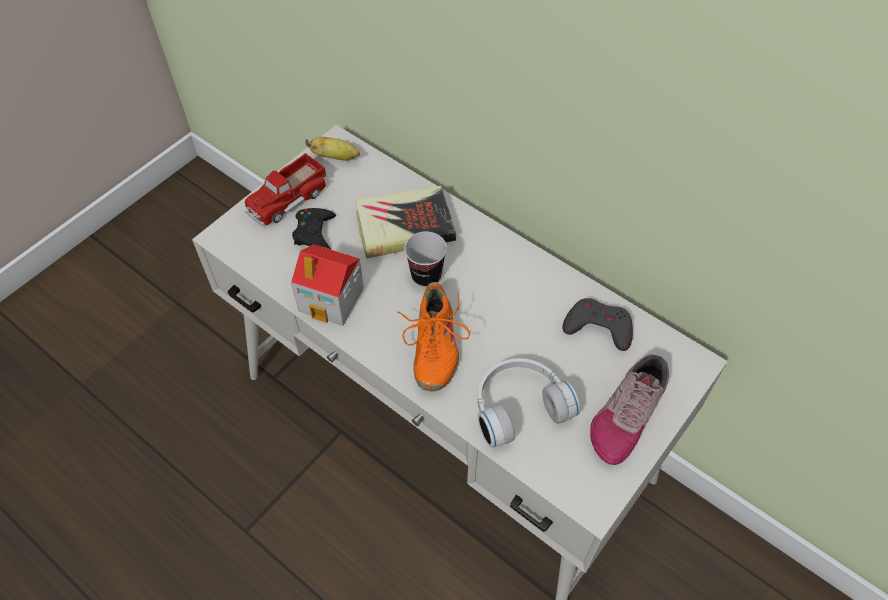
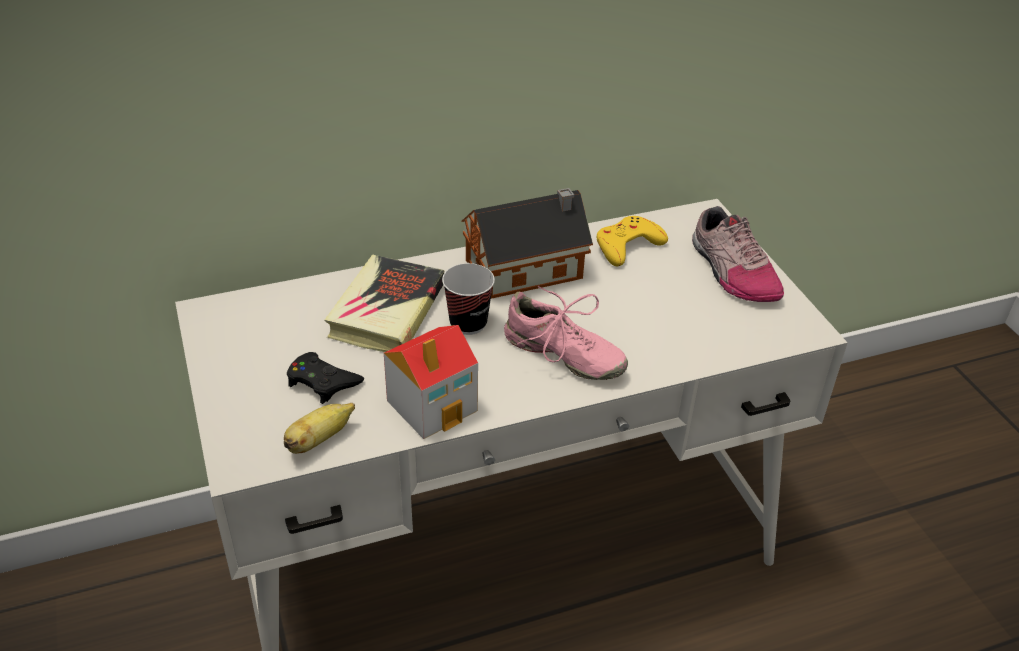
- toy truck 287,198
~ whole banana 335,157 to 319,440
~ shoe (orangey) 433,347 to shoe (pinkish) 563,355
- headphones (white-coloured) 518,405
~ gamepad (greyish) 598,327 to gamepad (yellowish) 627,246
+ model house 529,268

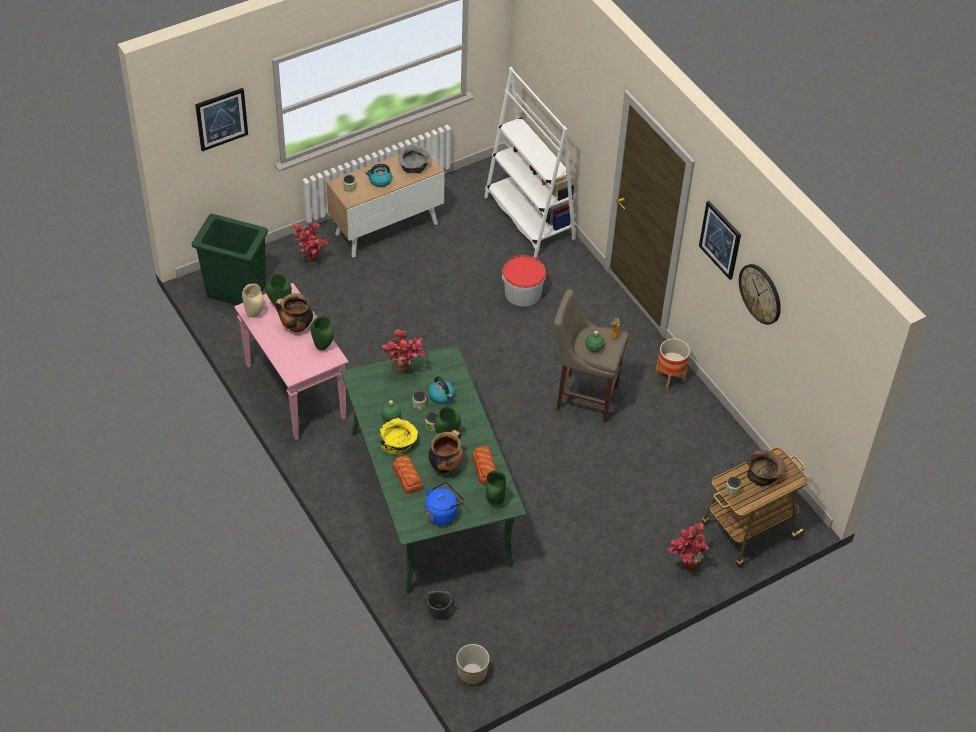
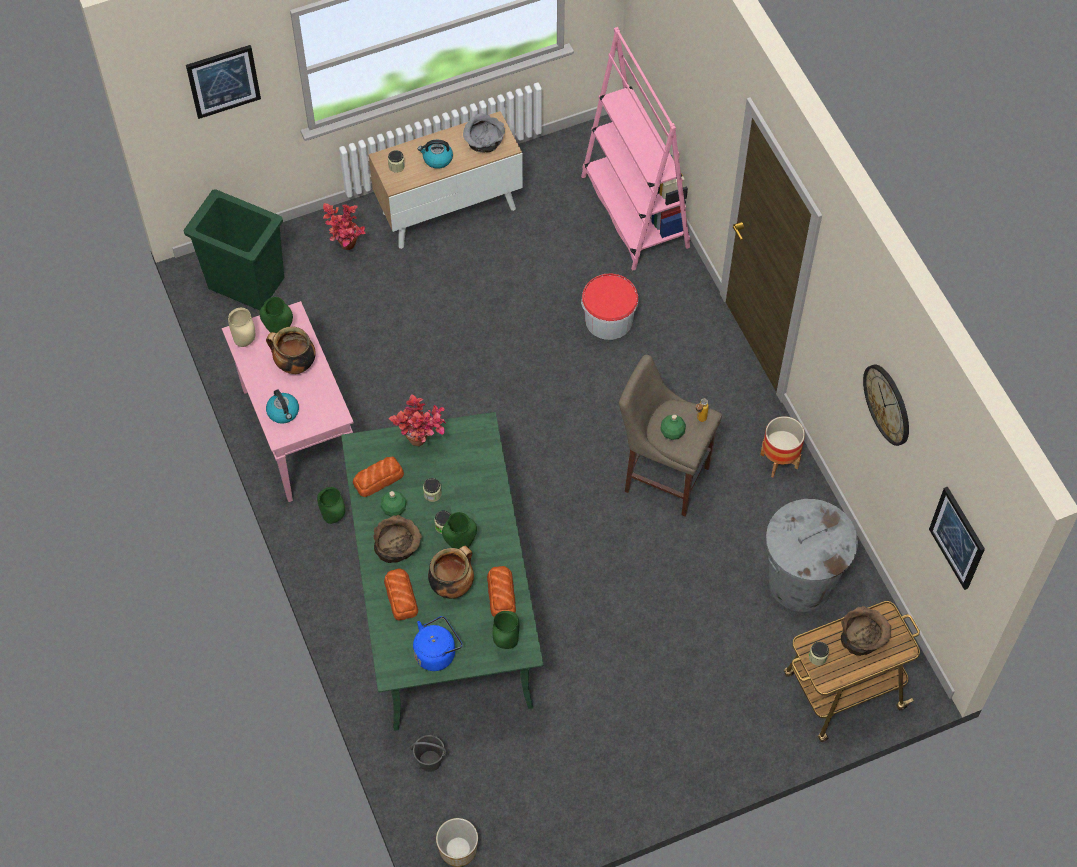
~ flower vase (green) 322,347 to 333,518
~ serving bowl (yellowish) 398,442 to serving bowl (brown-coloured) 397,545
~ kettle 441,396 to 283,412
~ bookshelf (white-coloured) 529,218 to bookshelf (pinkish) 635,212
- potted plant 684,565
~ picture 720,239 to 958,538
+ baked bread 379,479
+ trash can (greyish) 800,582

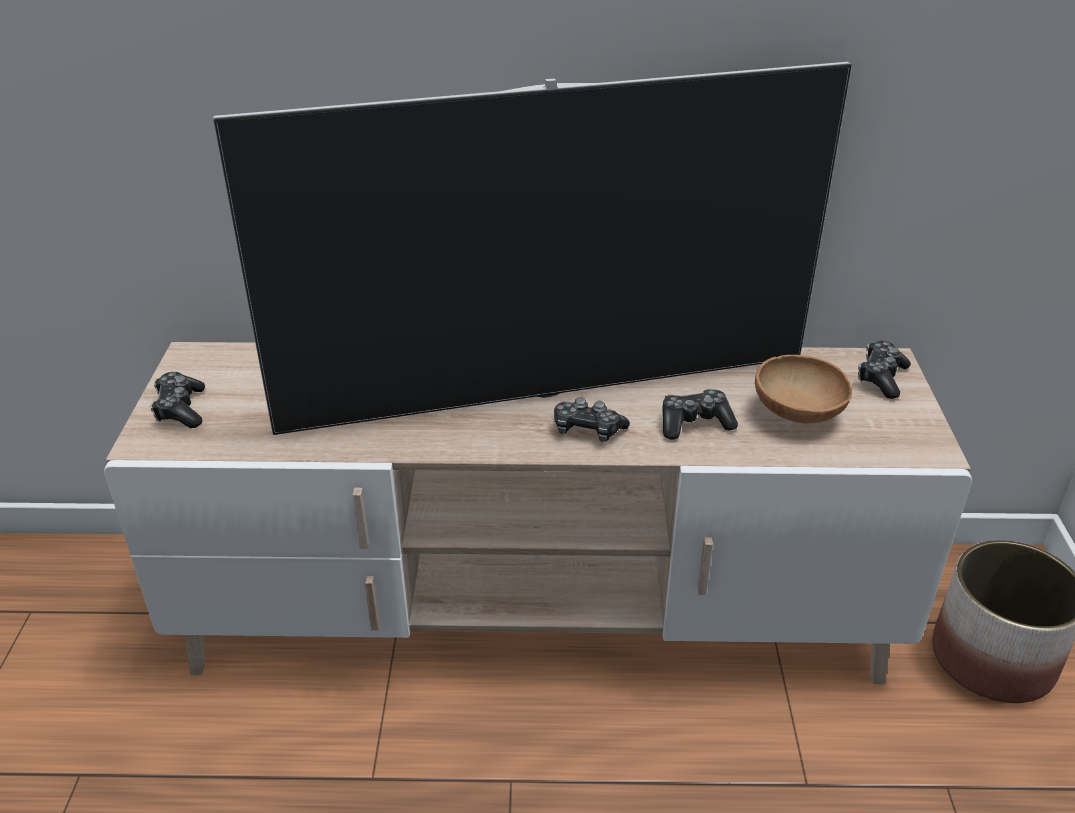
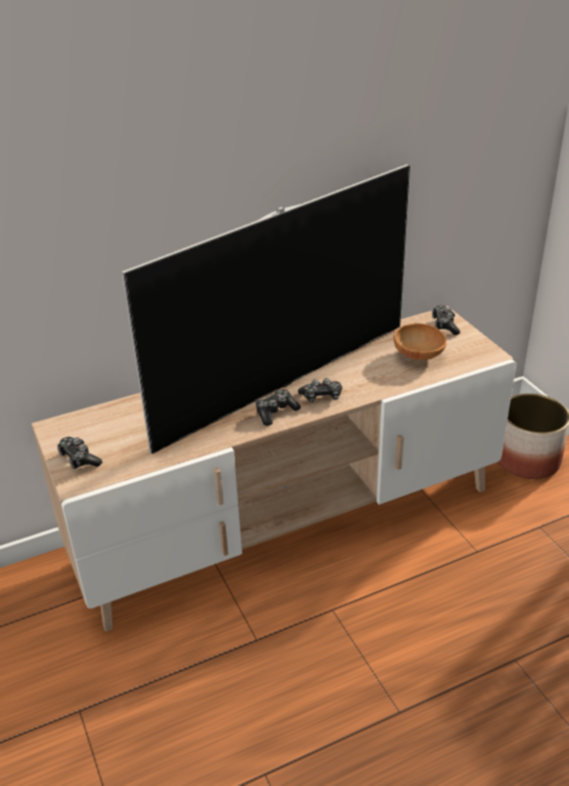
~ gamepad 694,423 to 276,412

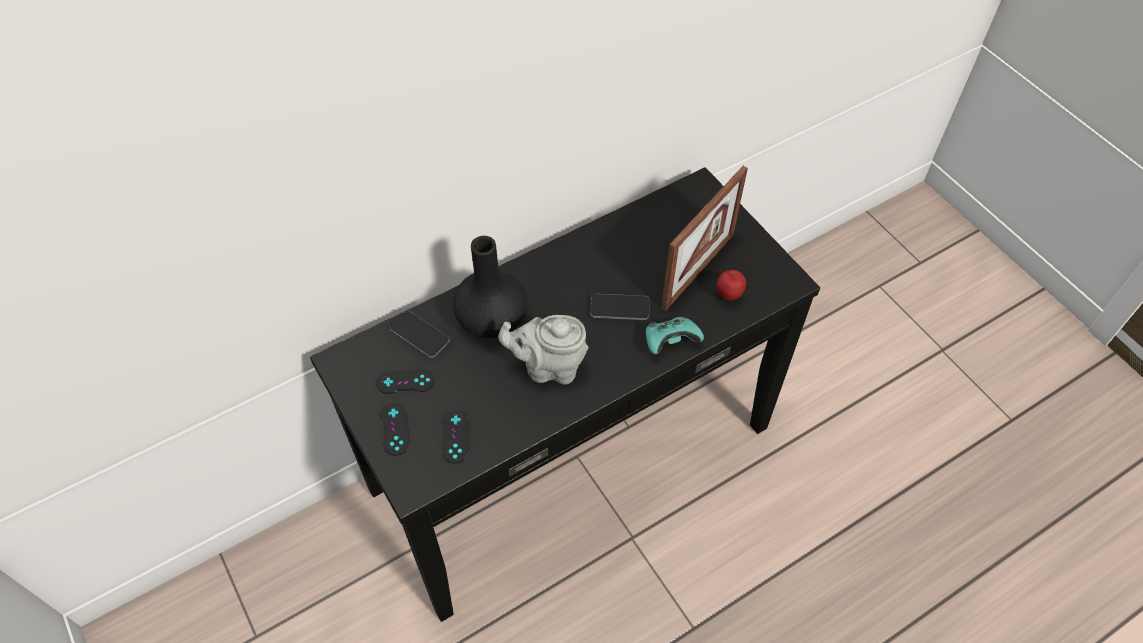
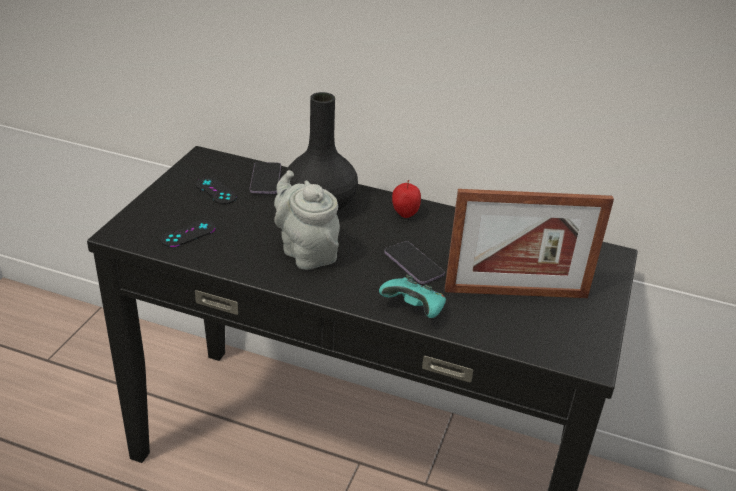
- gamepad (black-coloured) 395,429
~ apple fruit 728,296 to 405,215

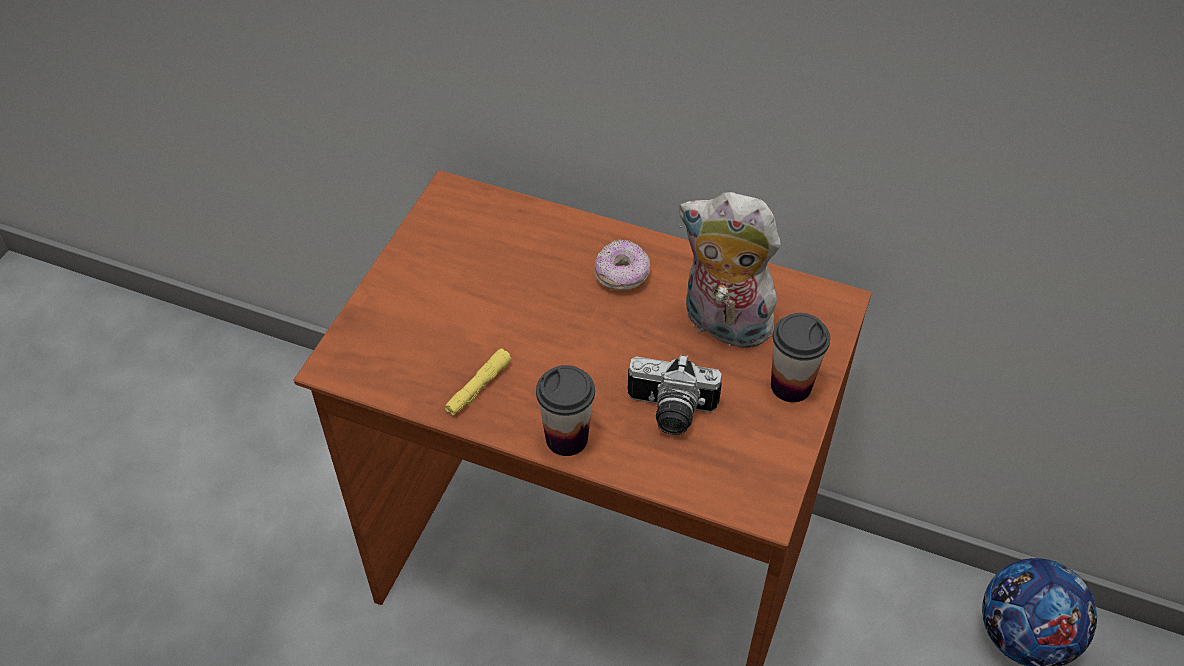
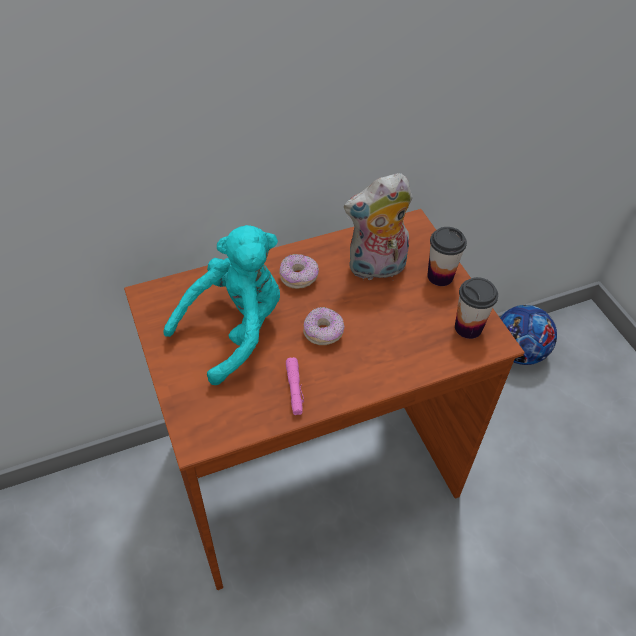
~ flashlight (yellowish) 478,387 to flashlight (pinkish) 295,389
~ drinking cup 566,438 to 468,328
- still camera 669,413
+ cuddly toy (turquoise-coloured) 235,329
+ doughnut 323,332

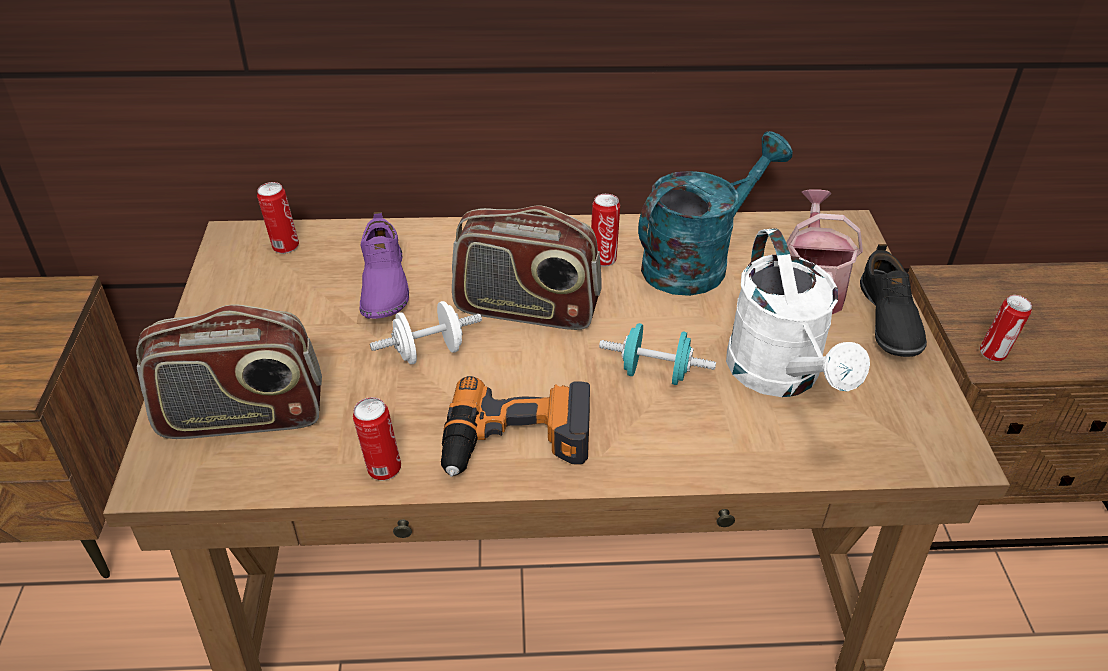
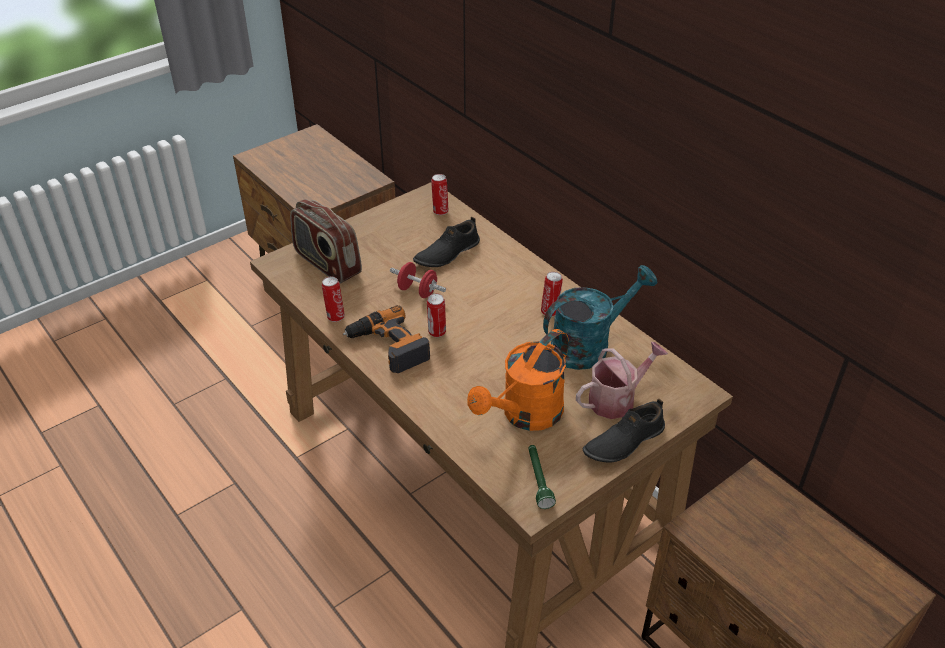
~ shoe (purple) 382,285 to shoe (black-coloured) 447,253
~ free weight (white-coloured) 429,352 to free weight (red-coloured) 417,291
- radio 526,309
- free weight (turquoise-coloured) 655,373
~ watering can (turquoise-coloured) 696,261 = 589,345 45 degrees counterclockwise
~ watering can (white-coloured) 780,377 to watering can (orangey) 525,415
~ sealed can 994,354 to 437,332
+ flashlight (green) 538,480

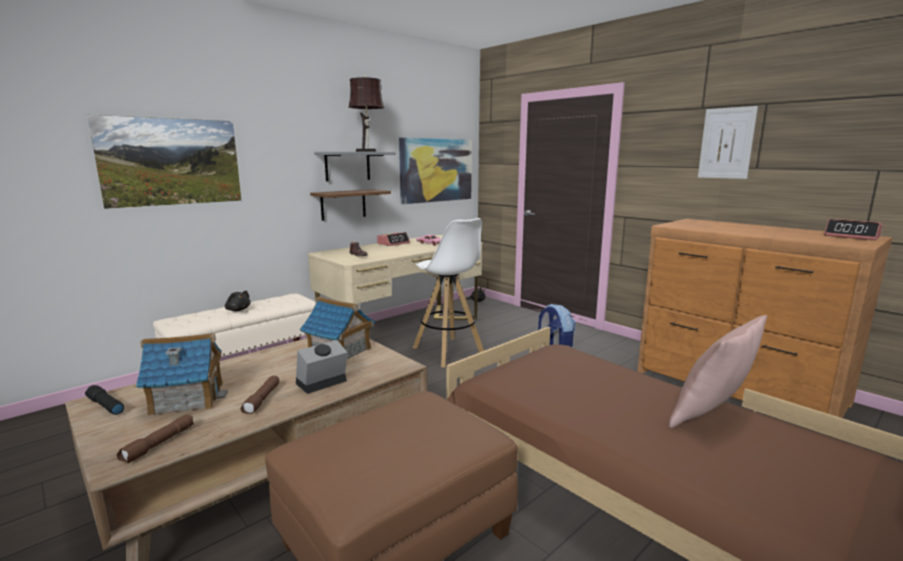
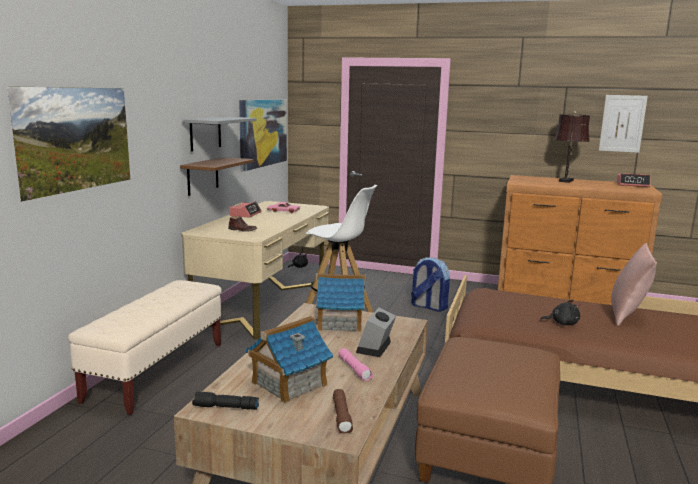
~ cuddly toy (black-coloured) 238,310 to 562,323
~ flashlight (brown-coloured) 262,400 to flashlight (pinkish) 355,369
~ tabletop lamp (brown-coloured) 368,151 to 566,181
~ picture 726,143 to 622,123

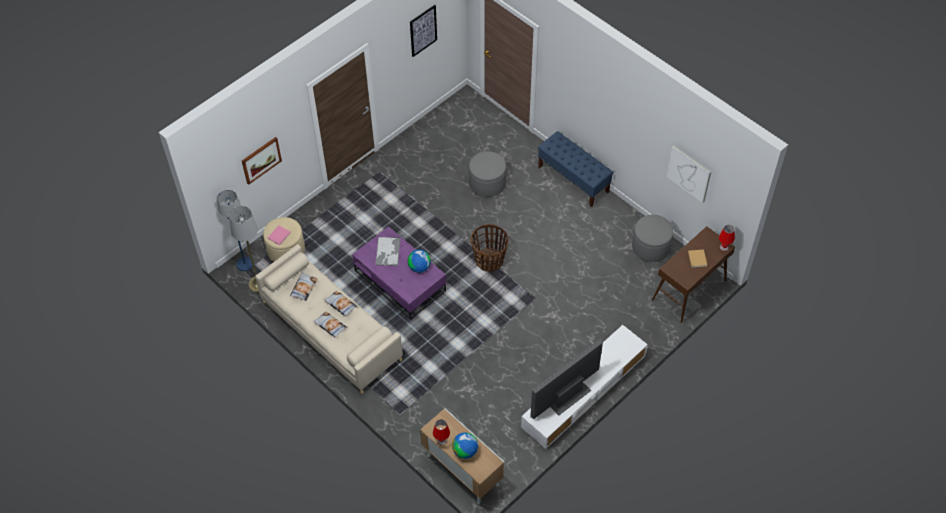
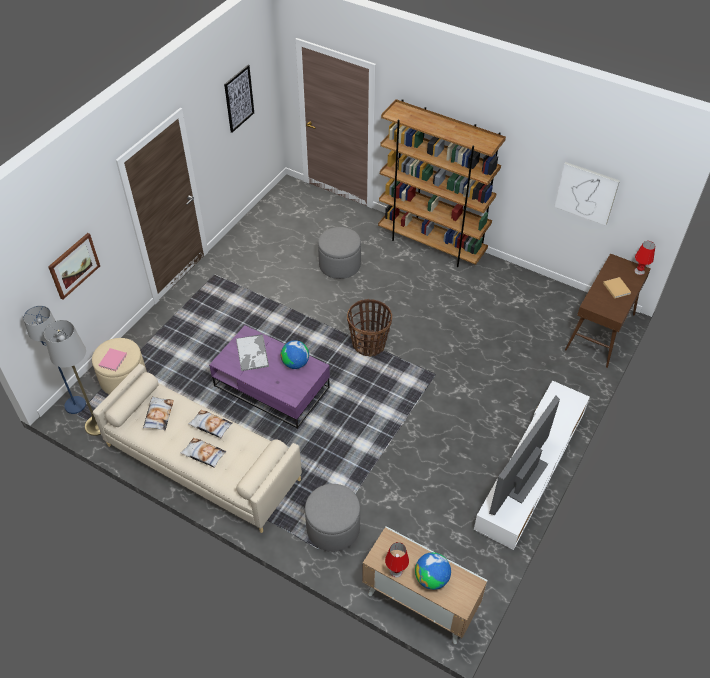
~ long seat (blue-coloured) 573,179 to bookshelf (brown-coloured) 431,244
~ footrest (greyish) 650,247 to 333,528

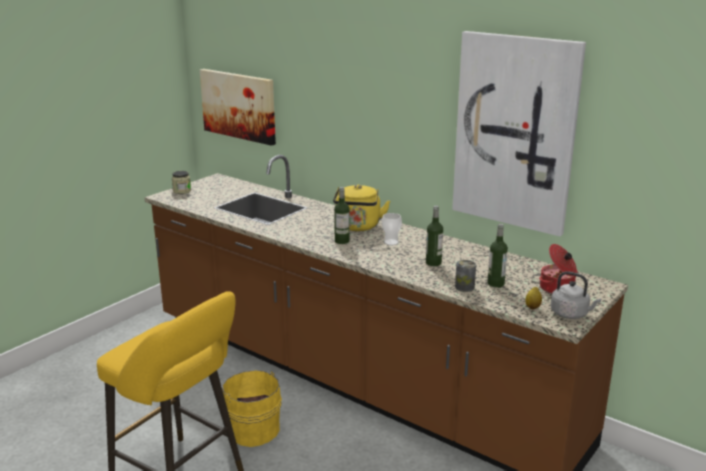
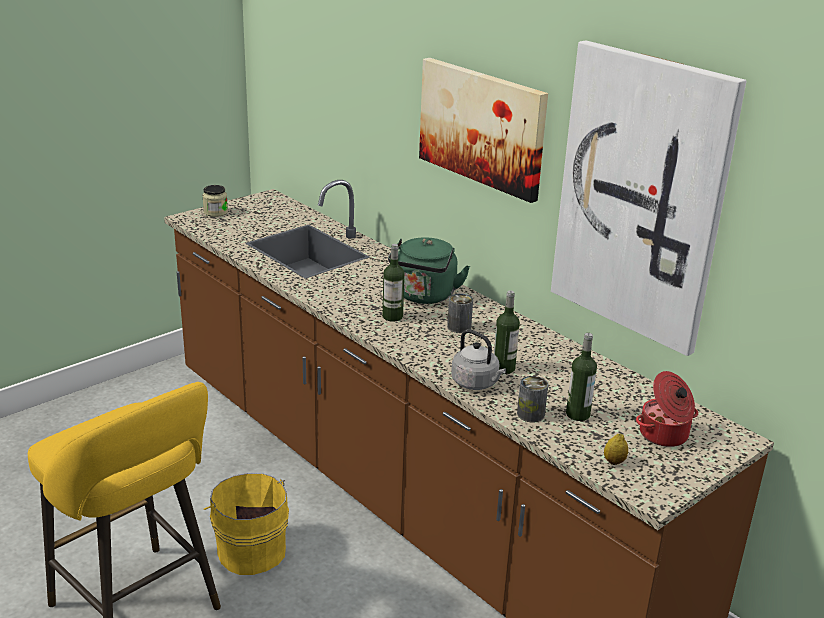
~ picture 239,105 to 482,127
~ kettle (yellowish) 358,227 to kettle (green) 424,296
~ drinking cup 391,242 to sealed can 459,327
~ kettle (greyish) 571,314 to 476,383

